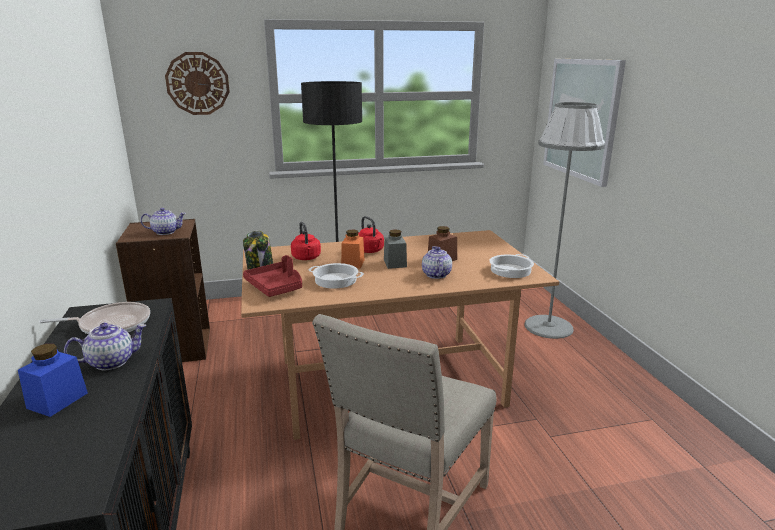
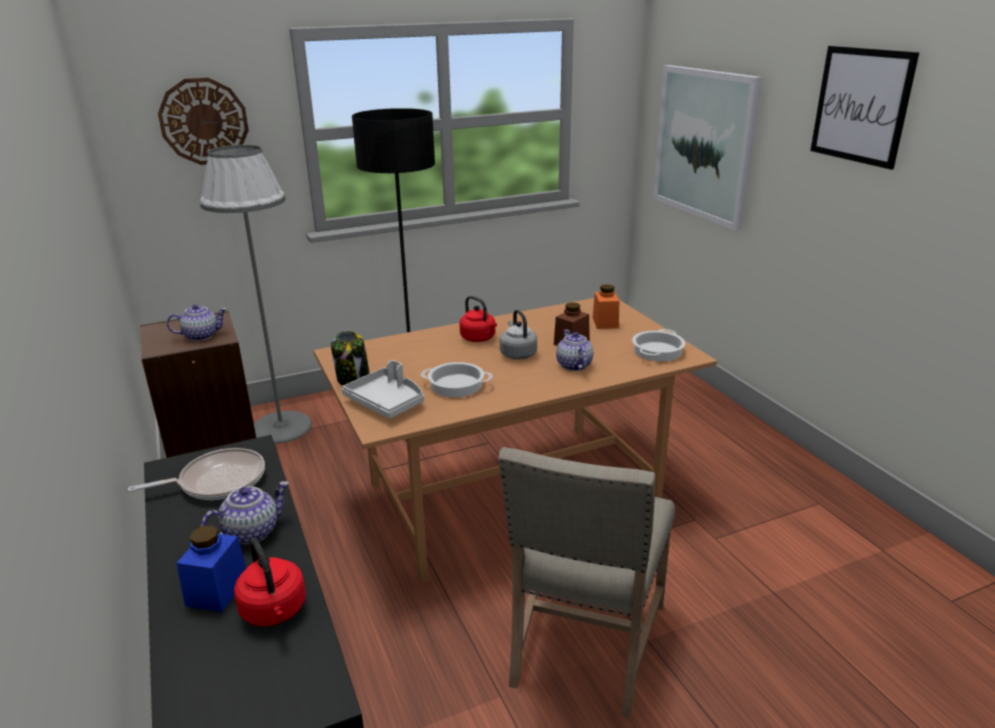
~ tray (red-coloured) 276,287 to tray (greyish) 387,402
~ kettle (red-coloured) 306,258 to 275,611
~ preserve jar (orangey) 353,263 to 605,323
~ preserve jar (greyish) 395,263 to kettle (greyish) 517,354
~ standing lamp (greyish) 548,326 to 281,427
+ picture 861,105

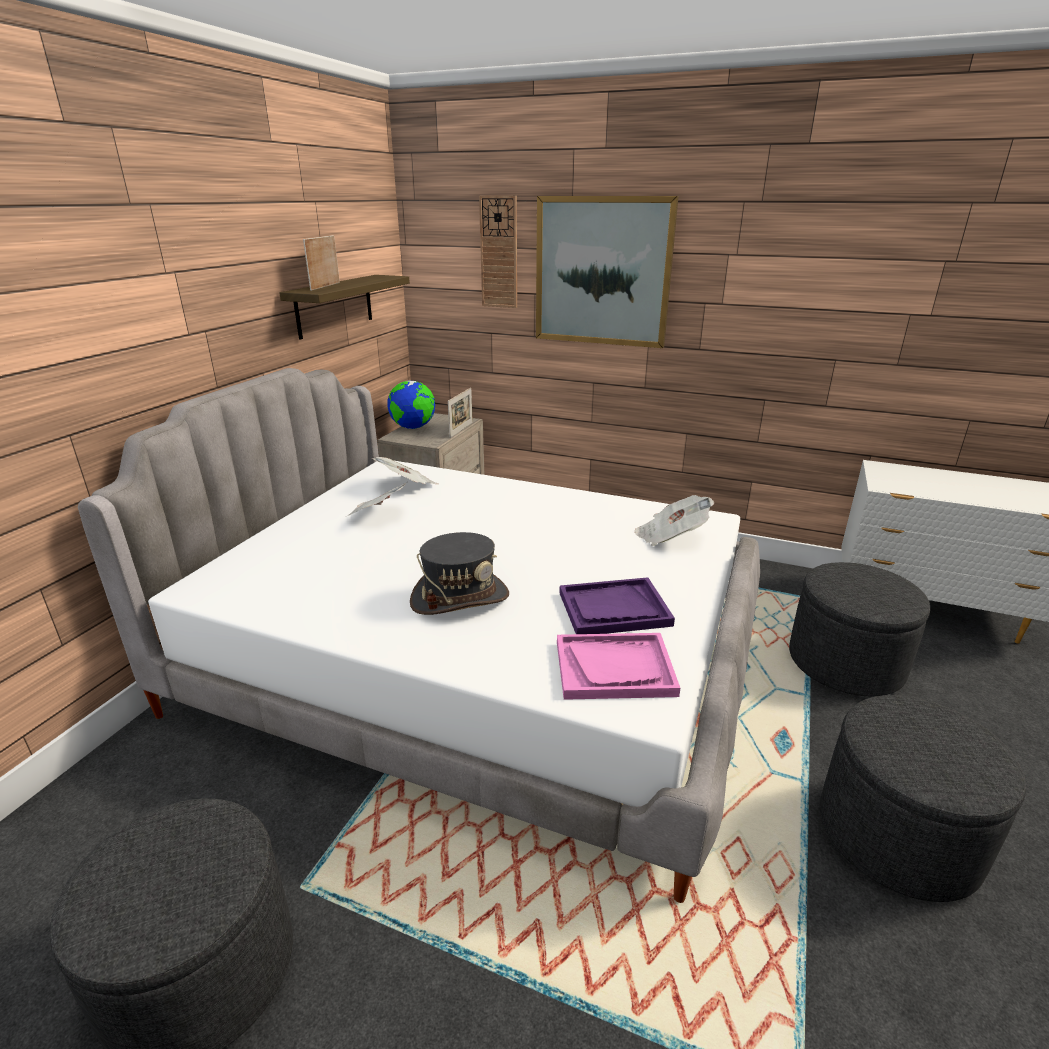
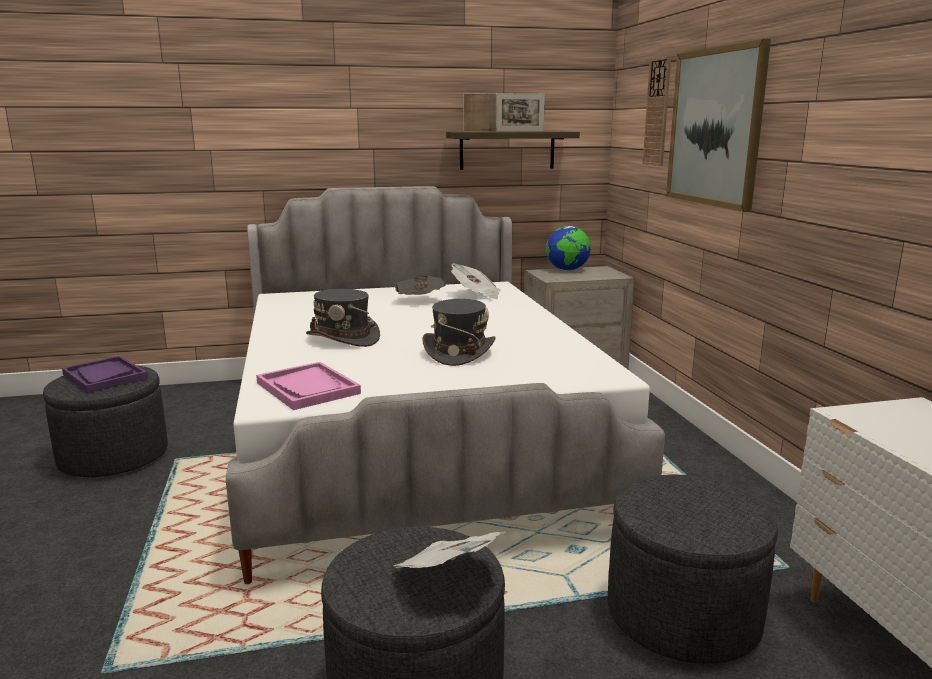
~ picture frame 461,429 to 520,131
~ tray (purple) 614,609 to 104,376
~ daily paper 670,537 to 449,575
+ hat (greyish) 458,352

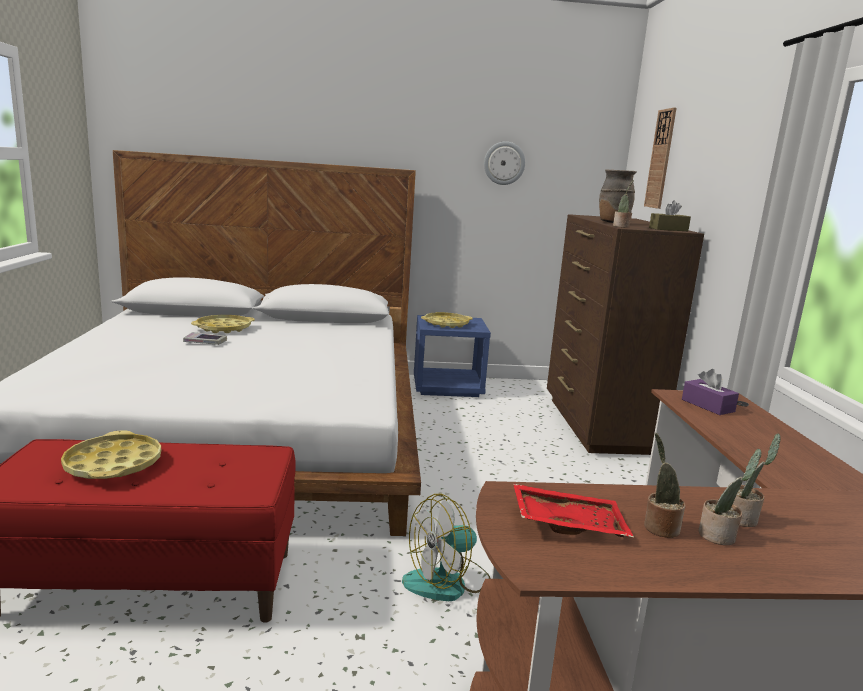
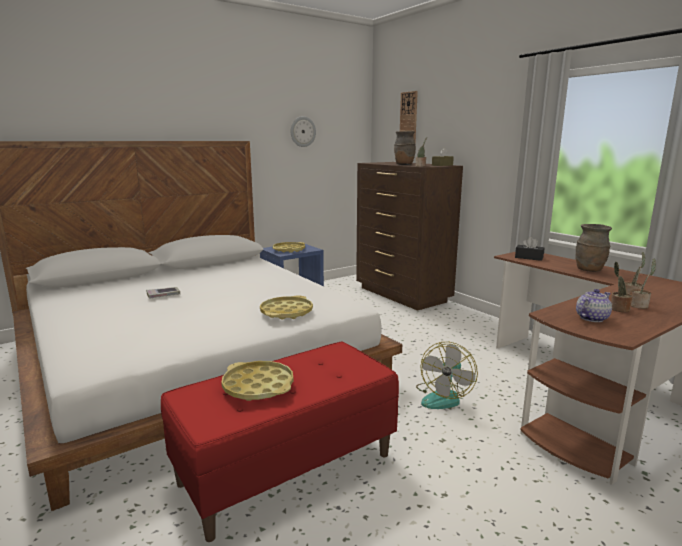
~ tray (yellowish) 224,328 to 286,312
~ tray (red-coloured) 568,523 to tea pot 591,318
~ tissue box (purple) 707,405 to tissue box (black-coloured) 529,257
+ flower vase (brown-coloured) 589,270

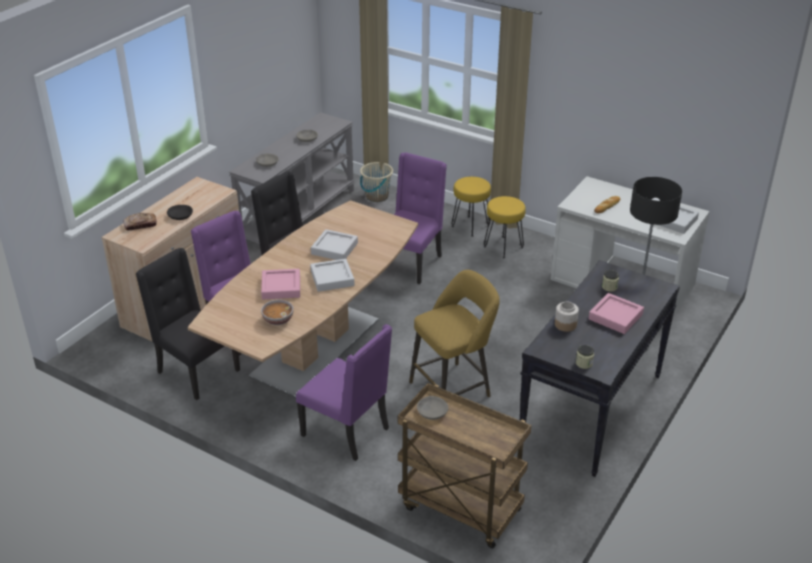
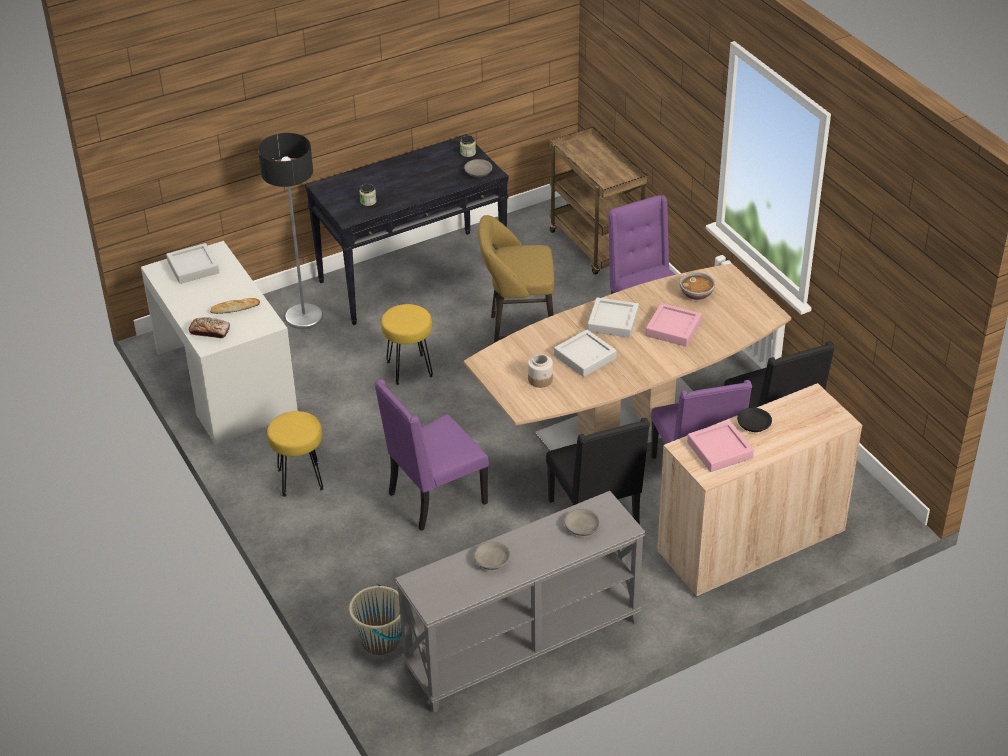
~ baked bread 140,225 to 210,331
~ serving bowl (greyish) 432,411 to 478,172
~ sitting stool (yellowish) 471,226 to 409,369
~ preserve jar 565,325 to 540,380
~ tray (pinkish) 615,317 to 719,450

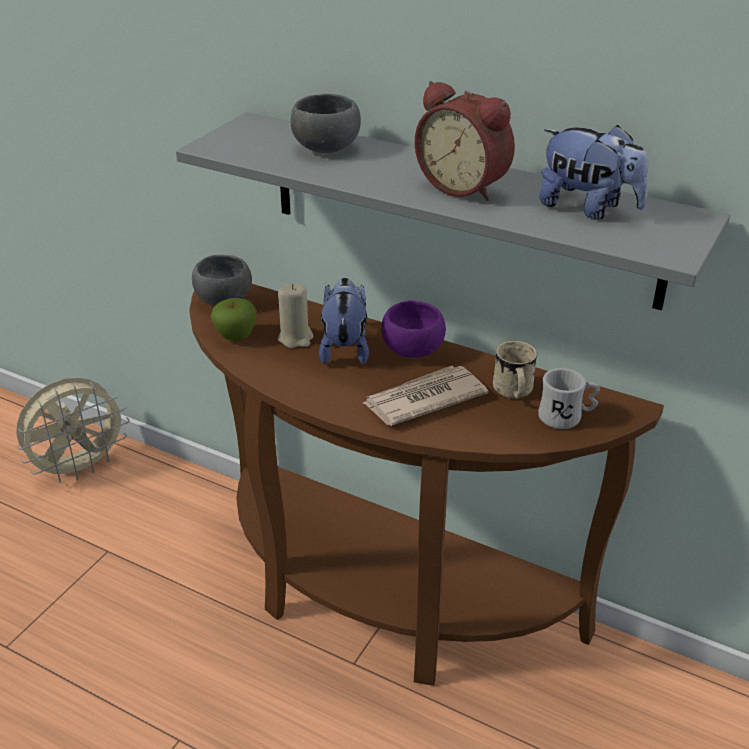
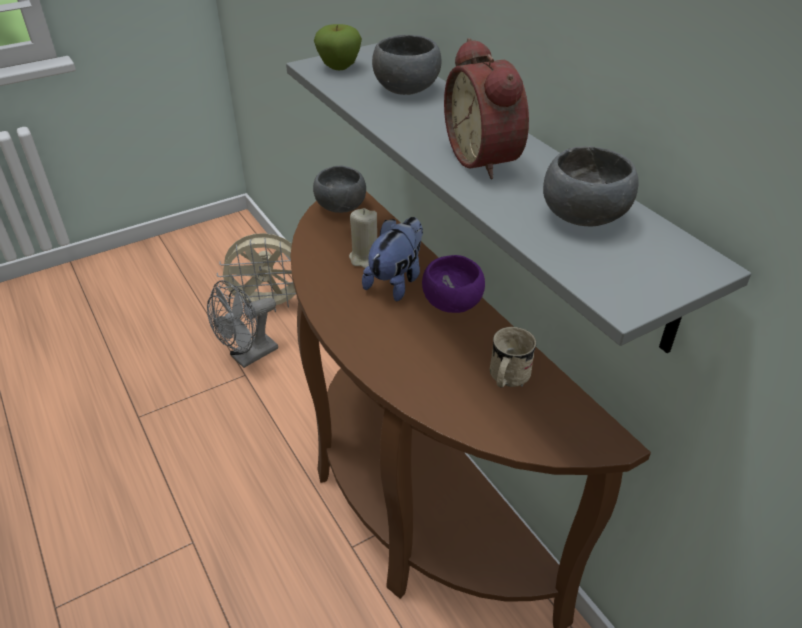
~ apple fruit 236,336 to 339,67
- daily paper 423,399
- coffee mug (white-coloured) 566,417
~ cuddly toy 588,208 to serving bowl (greyish) 586,217
+ cooling fan (greyish) 248,356

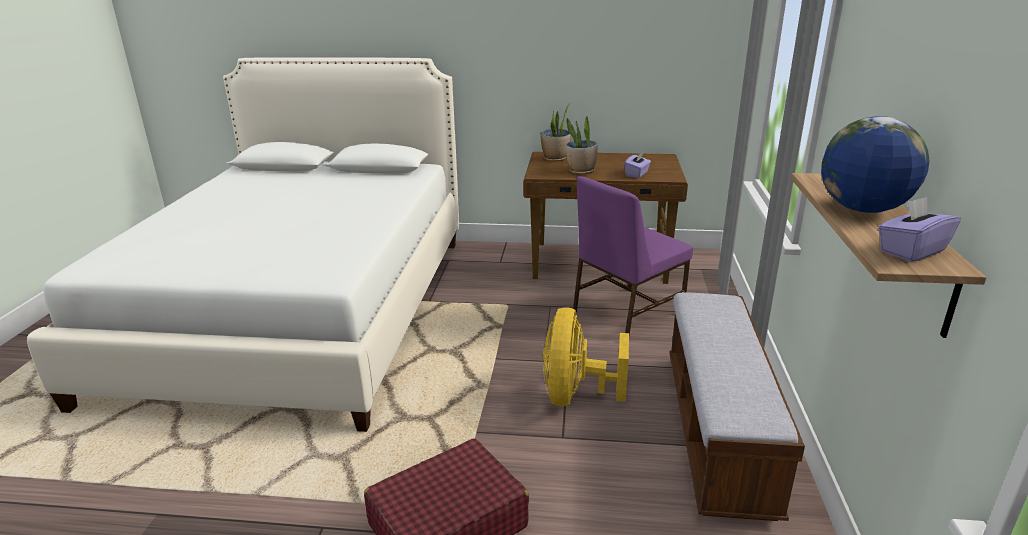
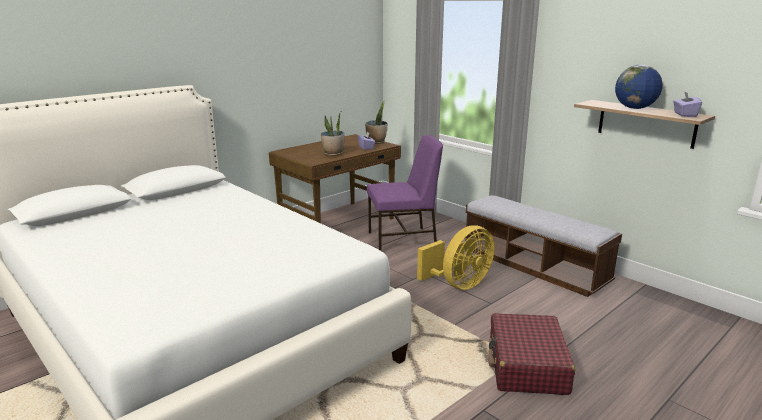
~ potted plant 555,158 to 376,142
~ cooling fan (yellowish) 575,395 = 459,284 90 degrees counterclockwise
~ chair (purple) 625,313 = 403,240 105 degrees counterclockwise

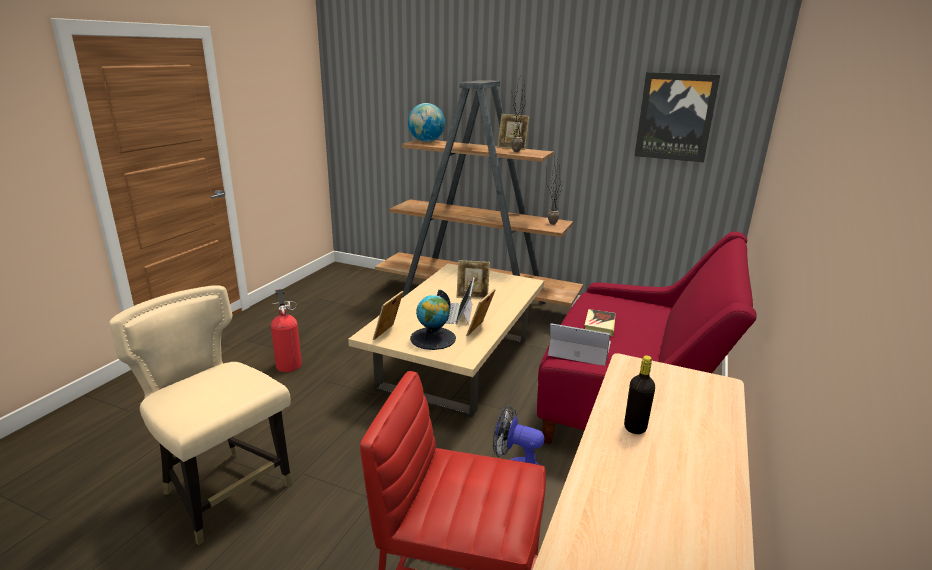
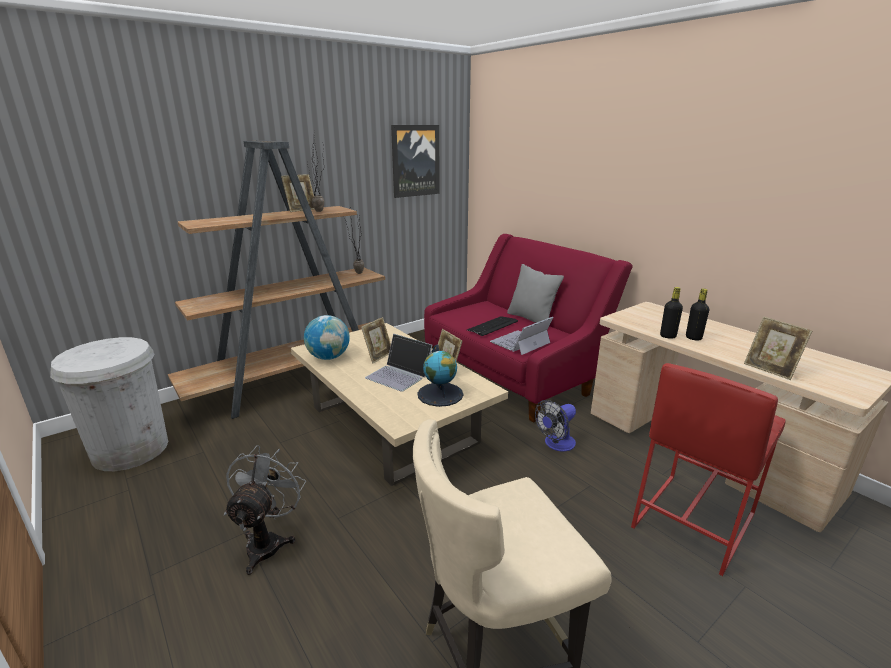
~ extinguisher 288,364 to cooling fan (greyish) 268,542
~ picture frame 388,333 to 770,369
~ world globe 426,141 to 329,357
~ volume 599,325 to keyboard 492,326
+ trash can (white-coloured) 130,450
+ pillow (greyish) 531,319
+ beverage bottle (black-coloured) 668,336

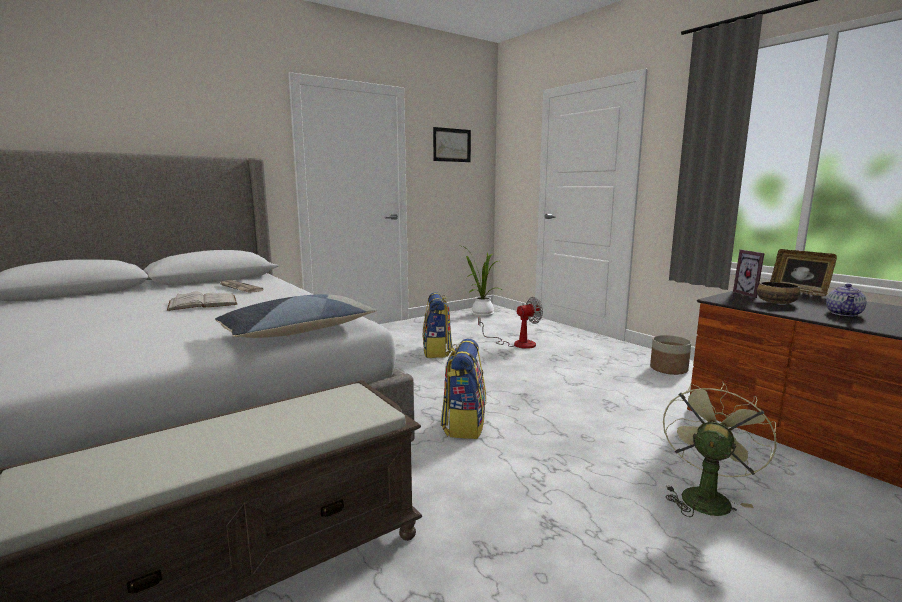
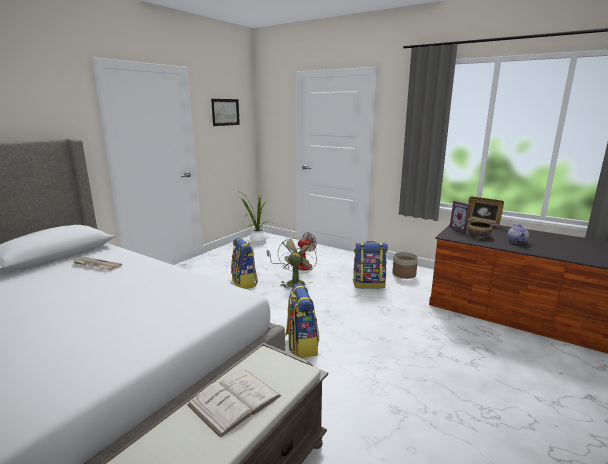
~ volume (white-coloured) 203,303 to 234,400
- pillow 298,331
~ cooling fan (green) 705,496 to 296,282
+ rucksack 369,284

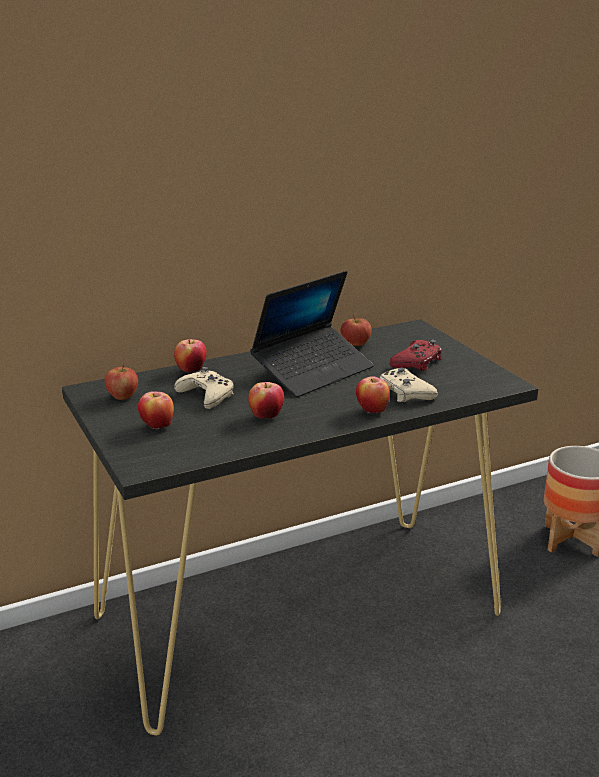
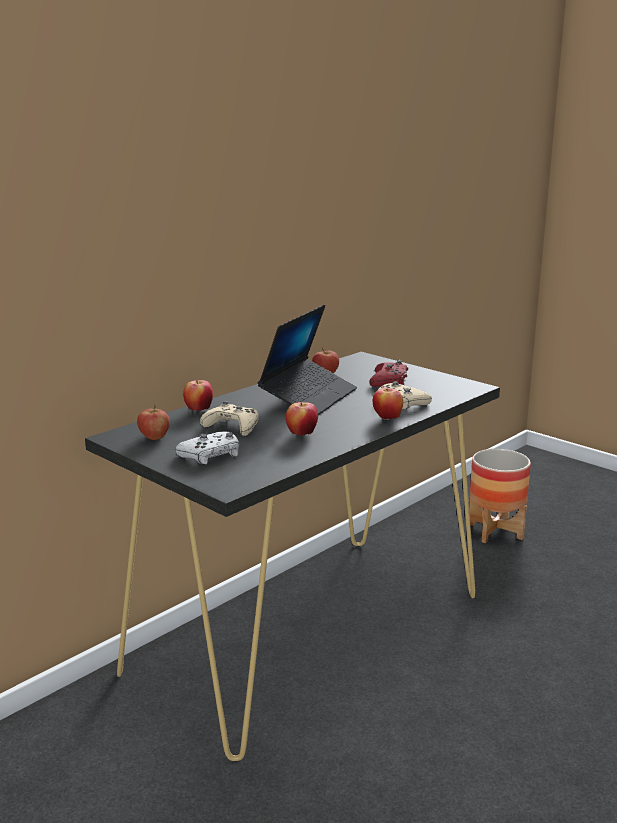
~ apple fruit 157,427 to gamepad (white-coloured) 211,455

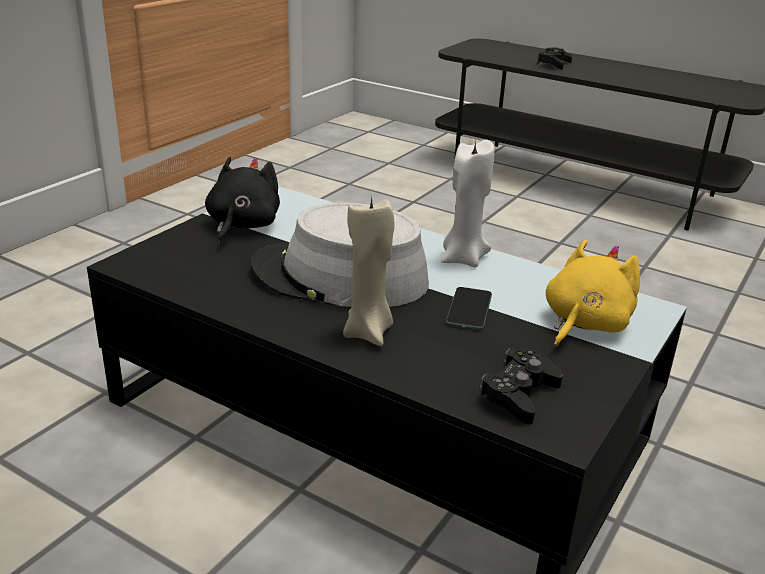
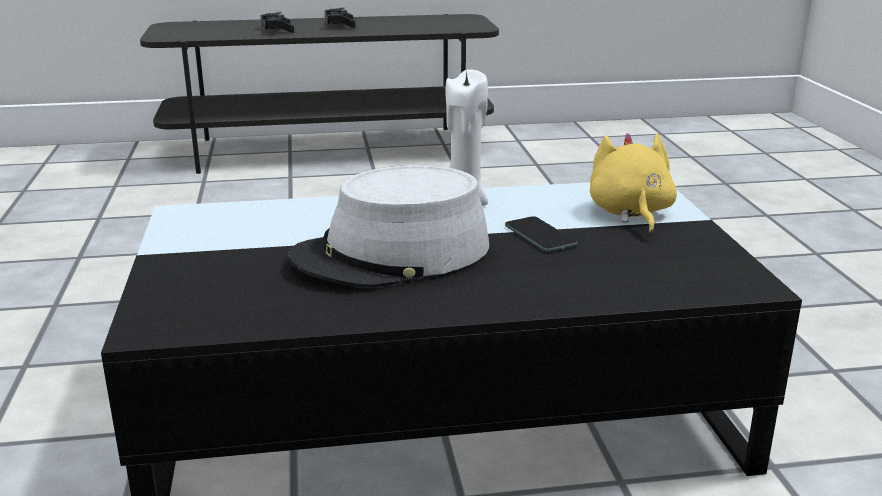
- cuddly toy (black-coloured) 242,226
- candle (sand-coloured) 368,332
~ gamepad (black-coloured) 519,394 to 340,25

